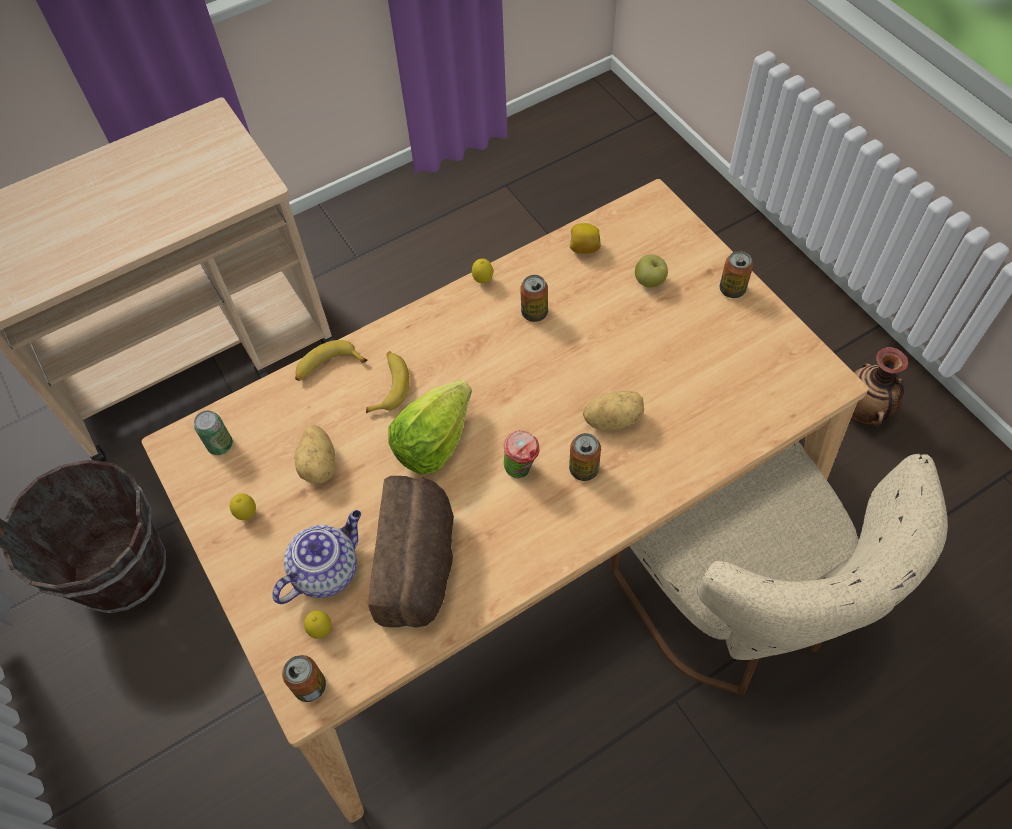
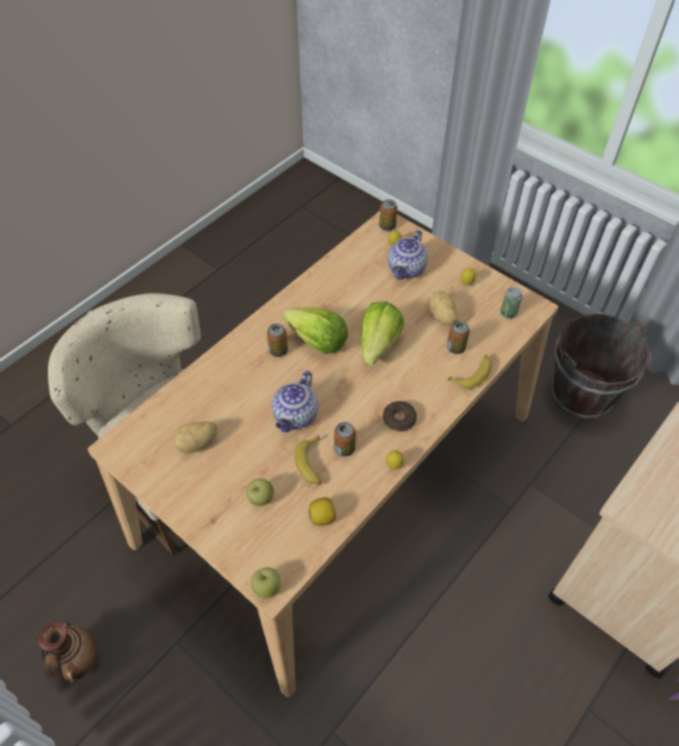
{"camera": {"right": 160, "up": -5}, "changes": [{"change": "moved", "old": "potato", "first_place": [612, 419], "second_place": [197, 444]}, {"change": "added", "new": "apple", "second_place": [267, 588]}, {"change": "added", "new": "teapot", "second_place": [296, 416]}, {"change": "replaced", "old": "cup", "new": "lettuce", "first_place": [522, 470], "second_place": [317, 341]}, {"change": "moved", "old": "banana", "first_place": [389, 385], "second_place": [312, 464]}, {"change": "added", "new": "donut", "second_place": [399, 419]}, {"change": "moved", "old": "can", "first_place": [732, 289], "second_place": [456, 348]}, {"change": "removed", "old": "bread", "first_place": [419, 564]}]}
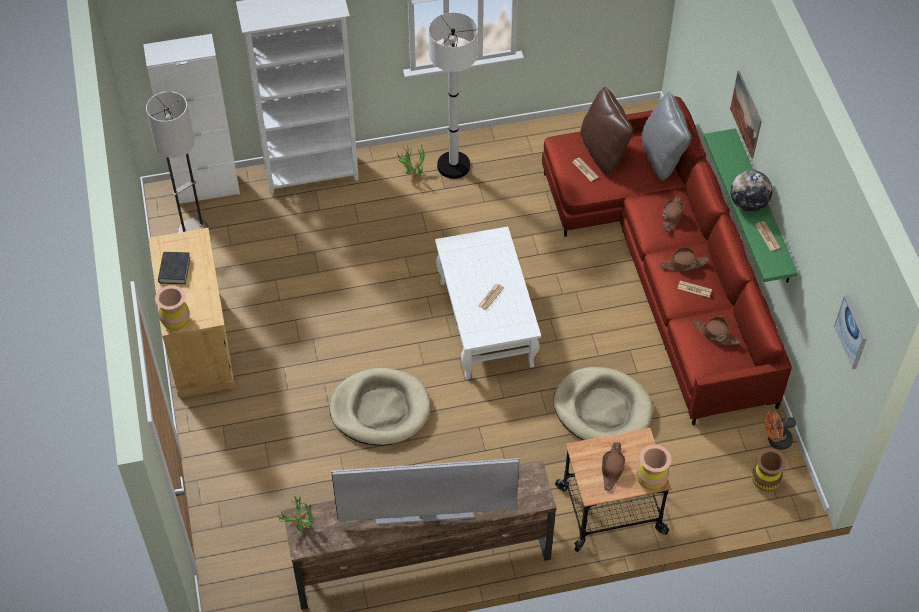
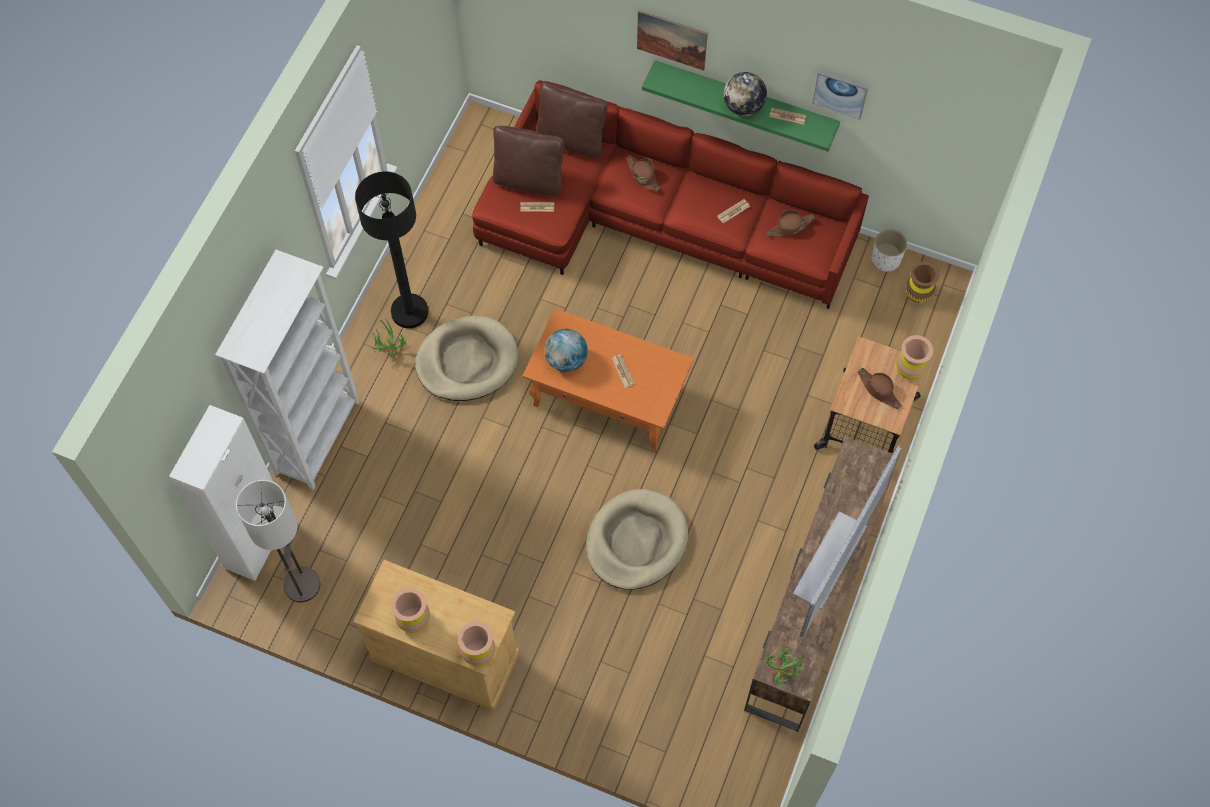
{"camera": {"right": -55, "up": 10}, "changes": [{"change": "recoloured", "old": "white floor lamp", "new": "black floor lamp", "first_place": [453, 166], "second_place": [409, 311]}, {"change": "replaced", "old": "black book", "new": "brown vase", "first_place": [174, 270], "second_place": [414, 619]}, {"change": "moved", "old": "beige dog bed", "first_place": [602, 409], "second_place": [467, 361]}, {"change": "recoloured", "old": "white coffee table", "new": "orange coffee table", "first_place": [486, 324], "second_place": [609, 397]}, {"change": "recoloured", "old": "grey pillow", "new": "brown pillow", "first_place": [662, 157], "second_place": [571, 140]}, {"change": "added", "new": "globe", "second_place": [566, 360]}, {"change": "moved", "old": "picture", "first_place": [851, 332], "second_place": [840, 93]}, {"change": "replaced", "old": "orange fan", "new": "white planter", "first_place": [775, 441], "second_place": [886, 259]}, {"change": "removed", "old": "brown hat", "first_place": [683, 264]}]}
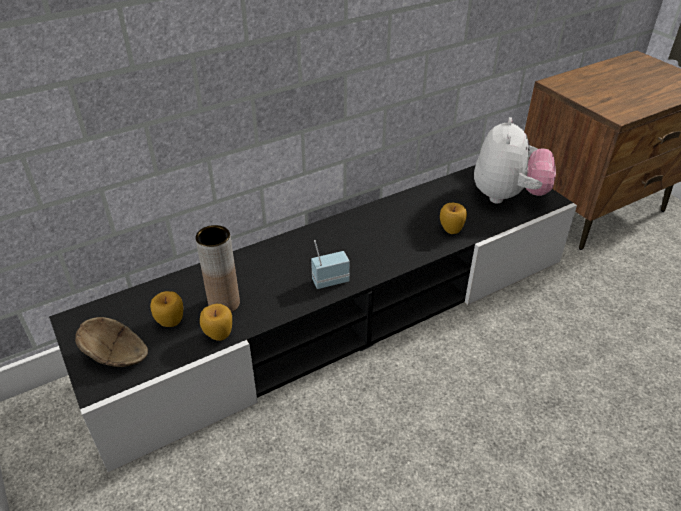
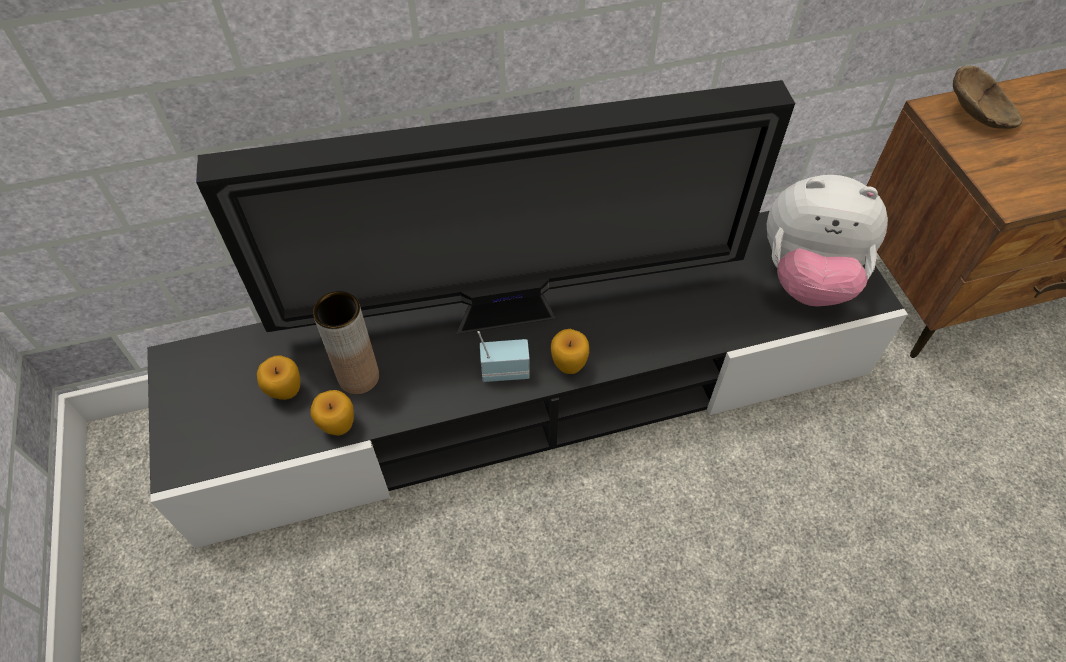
{"camera": {"right": 15, "up": 15}, "changes": [{"change": "added", "new": "television", "second_place": [511, 313]}, {"change": "moved", "old": "apple", "first_place": [451, 230], "second_place": [568, 365]}, {"change": "turned", "old": "plush toy", "first_place": [507, 196], "second_place": [807, 277], "degrees": 75}, {"change": "moved", "old": "brown bowl", "first_place": [117, 356], "second_place": [979, 117]}]}
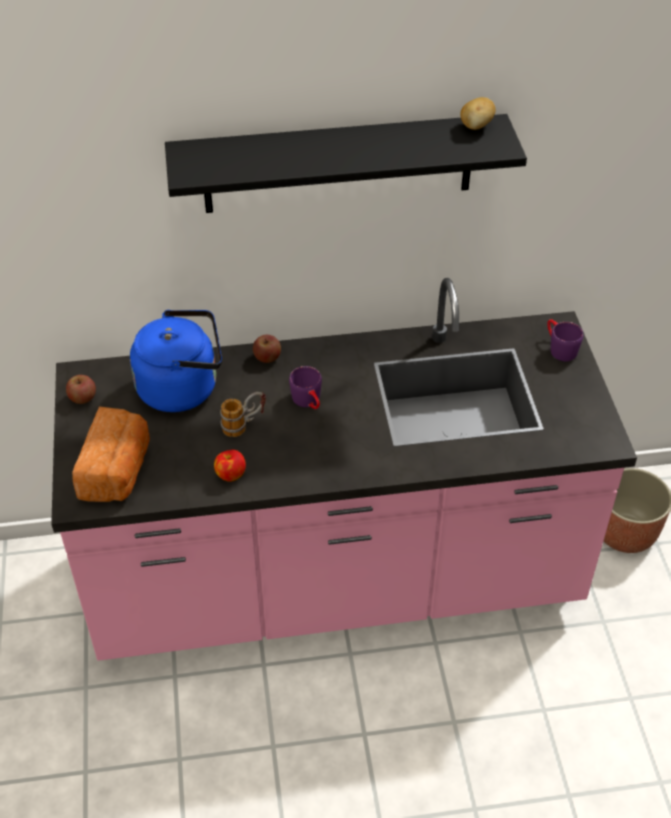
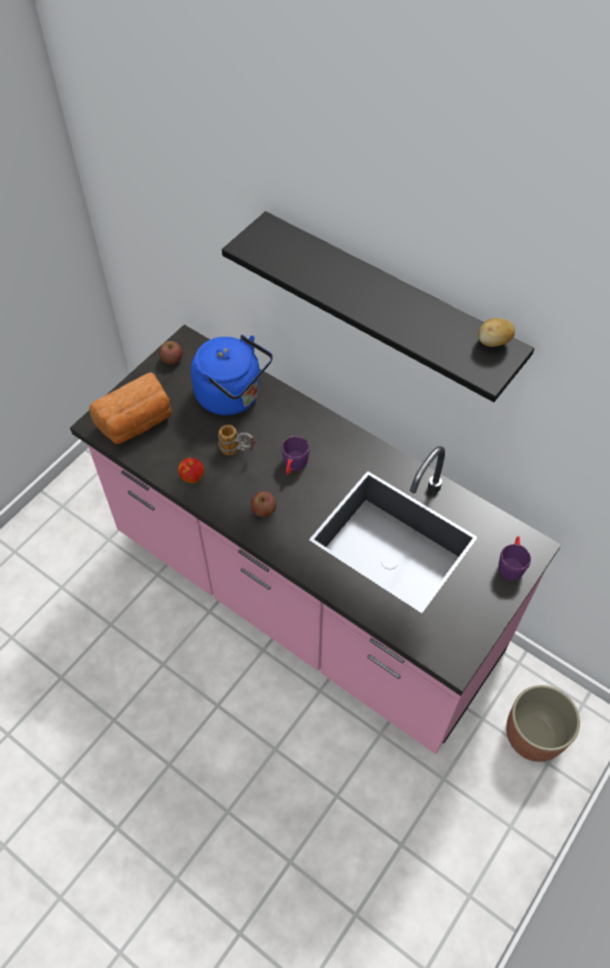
{"camera": {"right": 45, "up": 10}, "changes": [{"change": "moved", "old": "apple", "first_place": [267, 357], "second_place": [264, 510]}]}
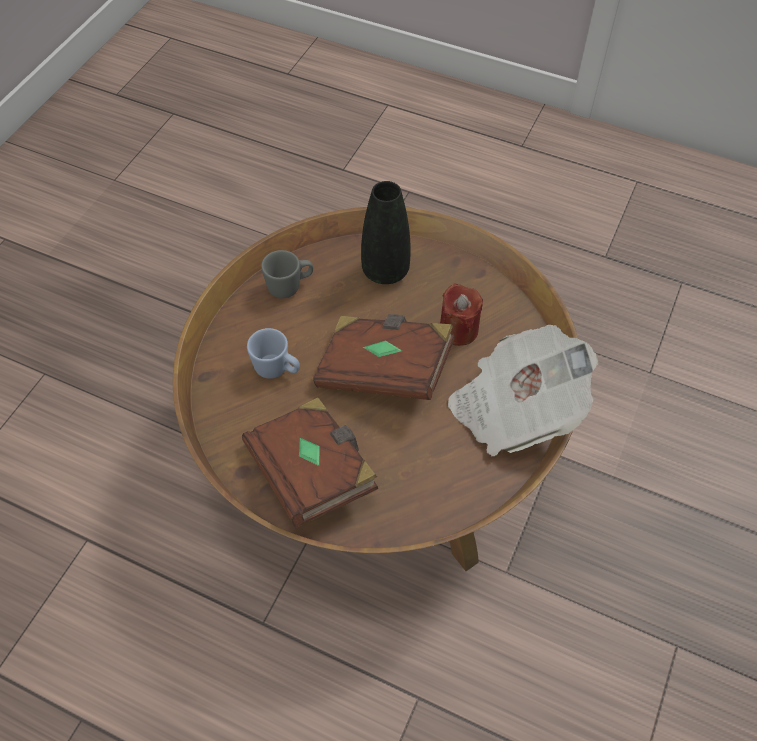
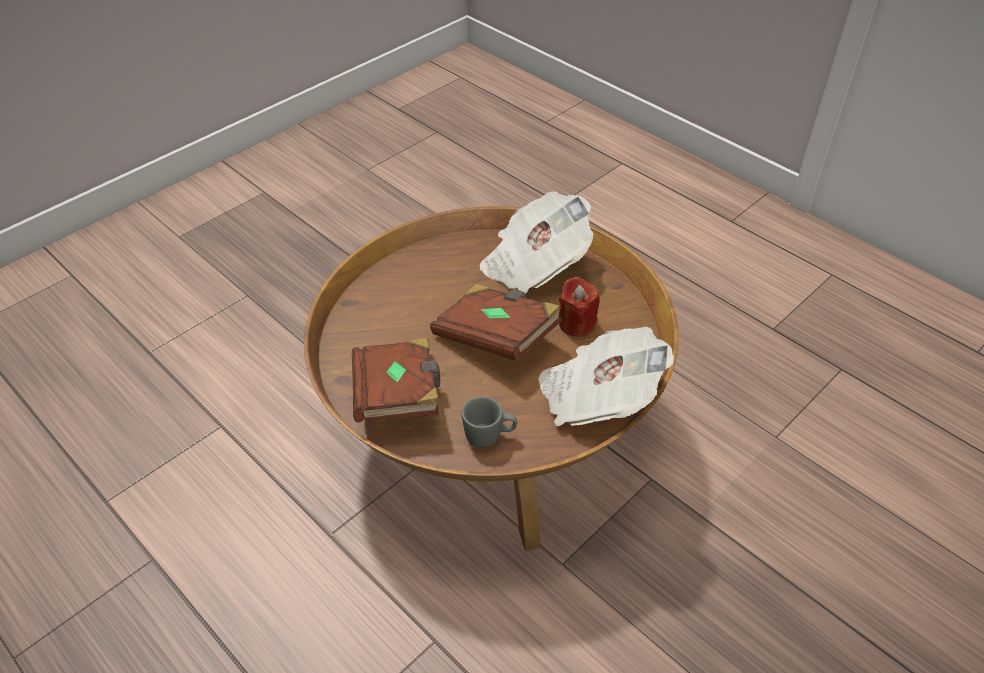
{"camera": {"right": 20, "up": -10}, "changes": [{"change": "moved", "old": "grey mug", "first_place": [290, 286], "second_place": [489, 436]}, {"change": "replaced", "old": "black vase", "new": "newspaper", "first_place": [385, 271], "second_place": [534, 264]}, {"change": "removed", "old": "blue mug", "first_place": [277, 369]}]}
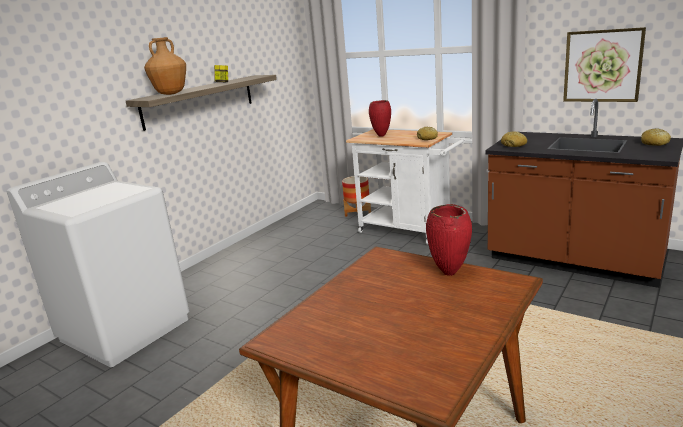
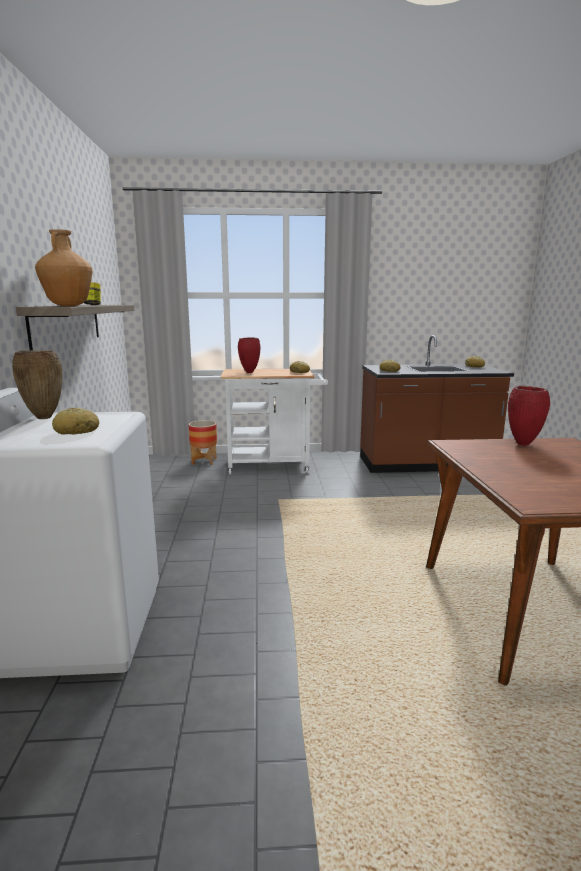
{"camera": {"right": -40, "up": -5}, "changes": [{"change": "added", "new": "brown vase", "second_place": [45, 418]}, {"change": "added", "new": "bread", "second_place": [77, 431]}, {"change": "removed", "old": "picture", "first_place": [602, 66]}]}
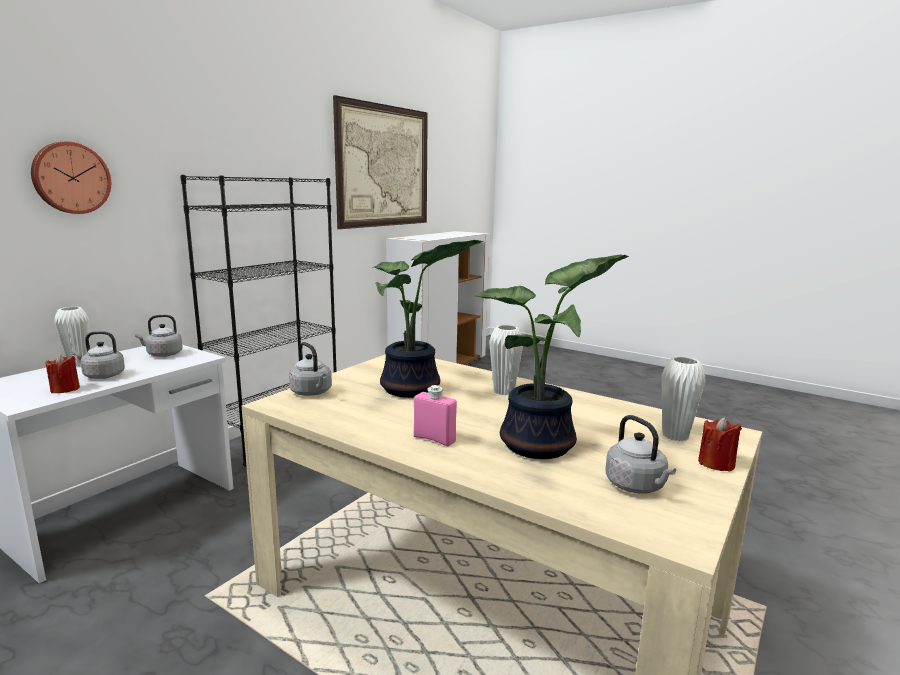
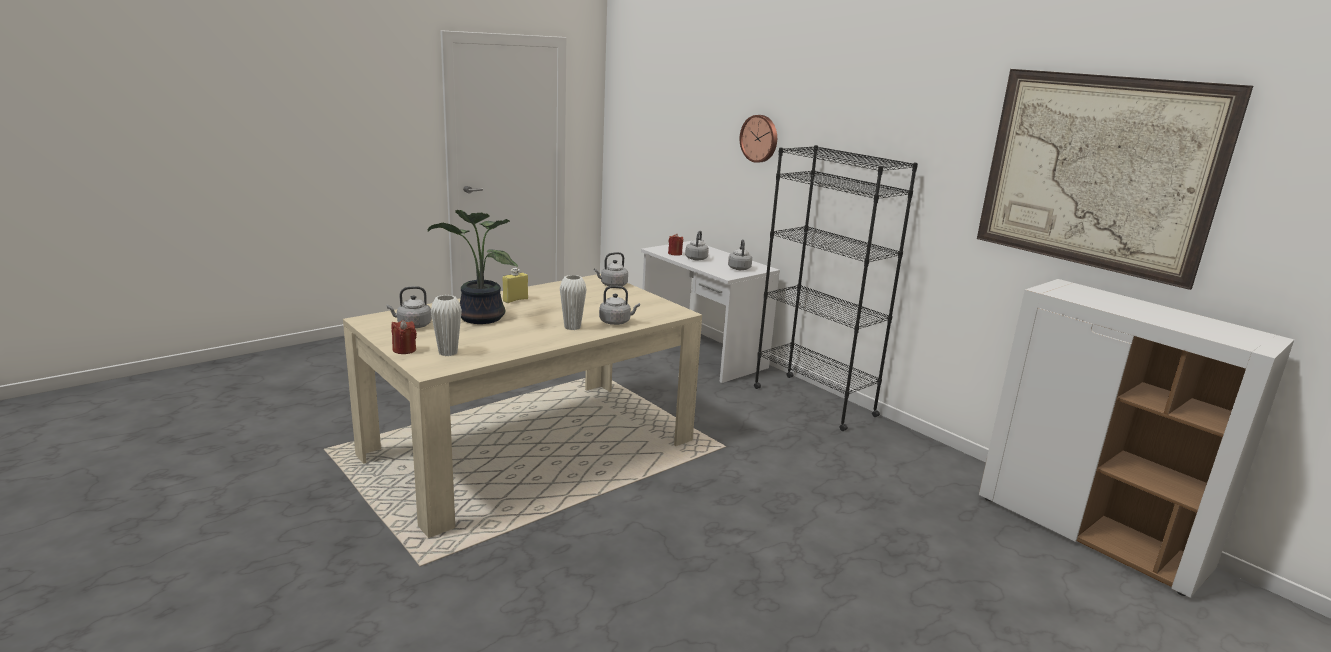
{"camera": {"right": 105, "up": 5}, "changes": [{"change": "recoloured", "old": "pink bottle", "new": "yellow bottle", "first_place": [434, 439], "second_place": [515, 300]}, {"change": "added", "new": "grey kettle", "second_place": [616, 322]}, {"change": "removed", "old": "white vase", "first_place": [78, 364]}, {"change": "removed", "old": "potted plant", "first_place": [412, 390]}]}
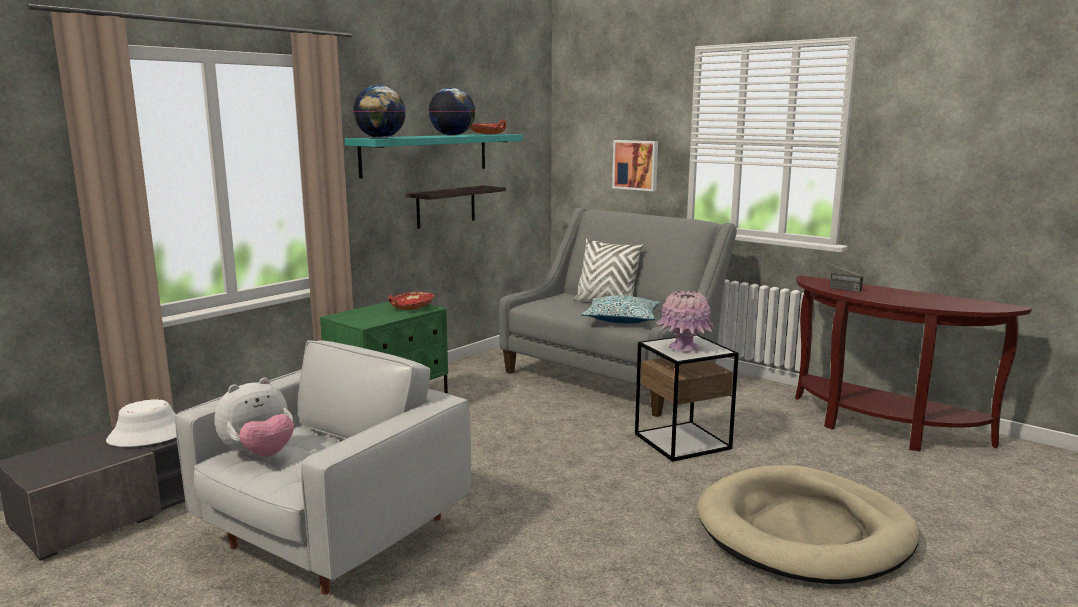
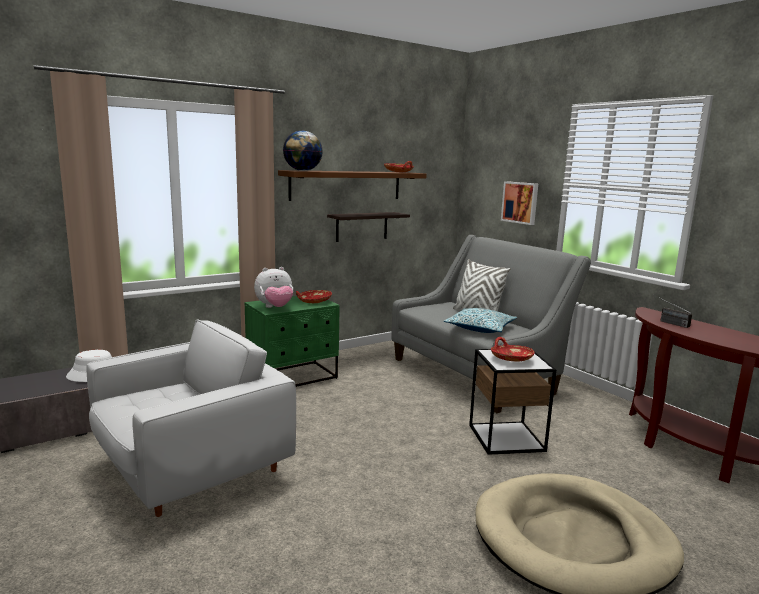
{"camera": {"right": 15, "up": 0}, "changes": [{"change": "moved", "old": "plush toy", "first_place": [259, 455], "second_place": [275, 308]}, {"change": "recoloured", "old": "turquoise shelf", "new": "brown shelf", "first_place": [426, 154], "second_place": [346, 185]}, {"change": "replaced", "old": "pink vase", "new": "red bowl", "first_place": [684, 347], "second_place": [510, 359]}, {"change": "removed", "old": "globe", "first_place": [452, 135]}]}
